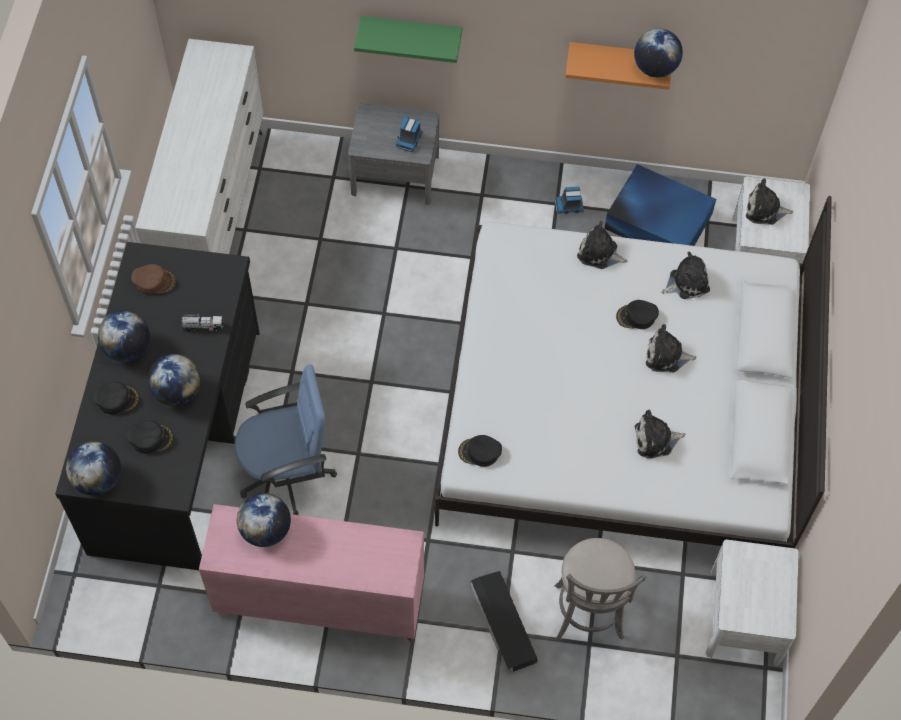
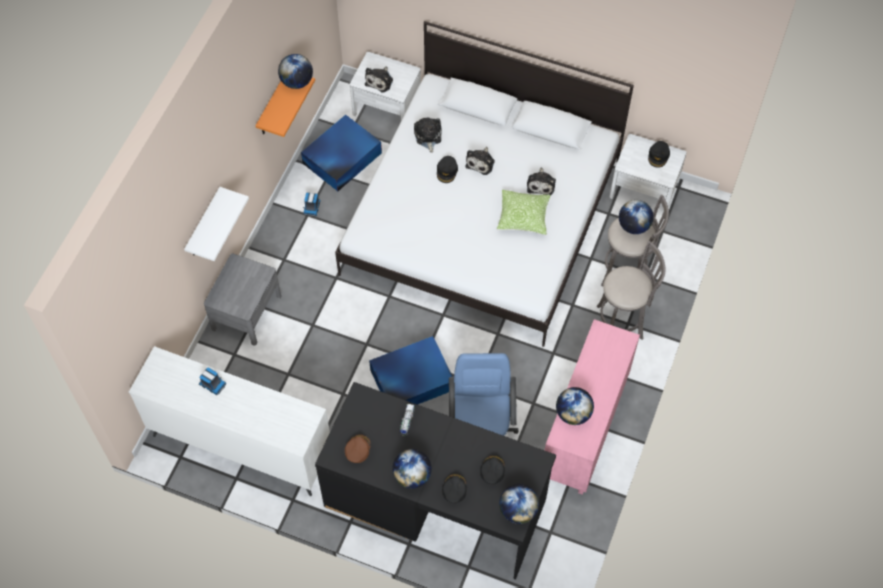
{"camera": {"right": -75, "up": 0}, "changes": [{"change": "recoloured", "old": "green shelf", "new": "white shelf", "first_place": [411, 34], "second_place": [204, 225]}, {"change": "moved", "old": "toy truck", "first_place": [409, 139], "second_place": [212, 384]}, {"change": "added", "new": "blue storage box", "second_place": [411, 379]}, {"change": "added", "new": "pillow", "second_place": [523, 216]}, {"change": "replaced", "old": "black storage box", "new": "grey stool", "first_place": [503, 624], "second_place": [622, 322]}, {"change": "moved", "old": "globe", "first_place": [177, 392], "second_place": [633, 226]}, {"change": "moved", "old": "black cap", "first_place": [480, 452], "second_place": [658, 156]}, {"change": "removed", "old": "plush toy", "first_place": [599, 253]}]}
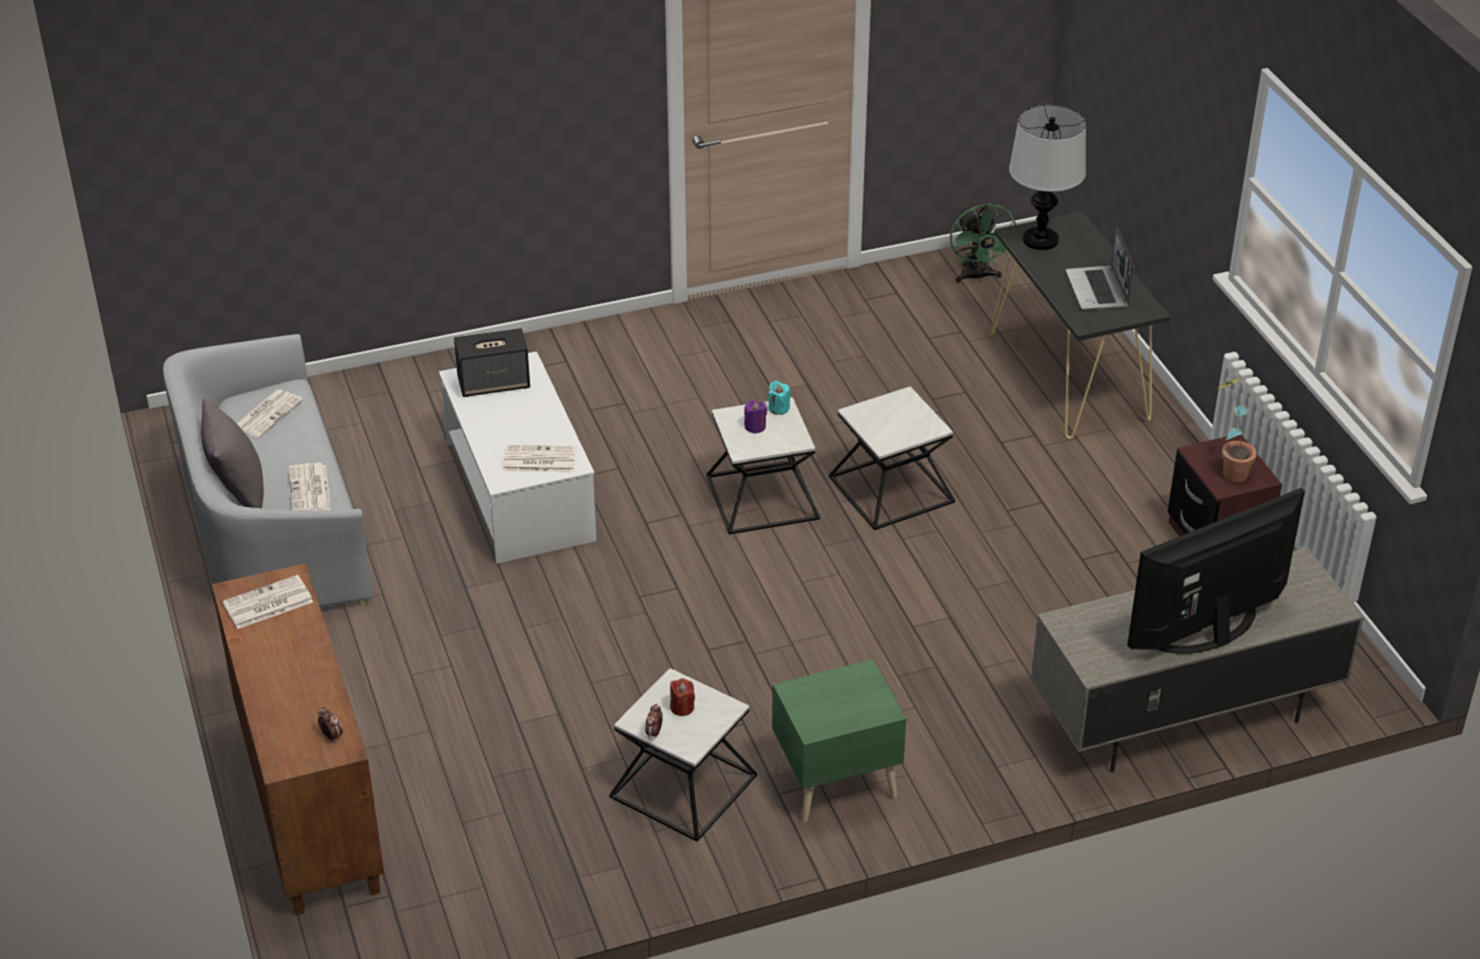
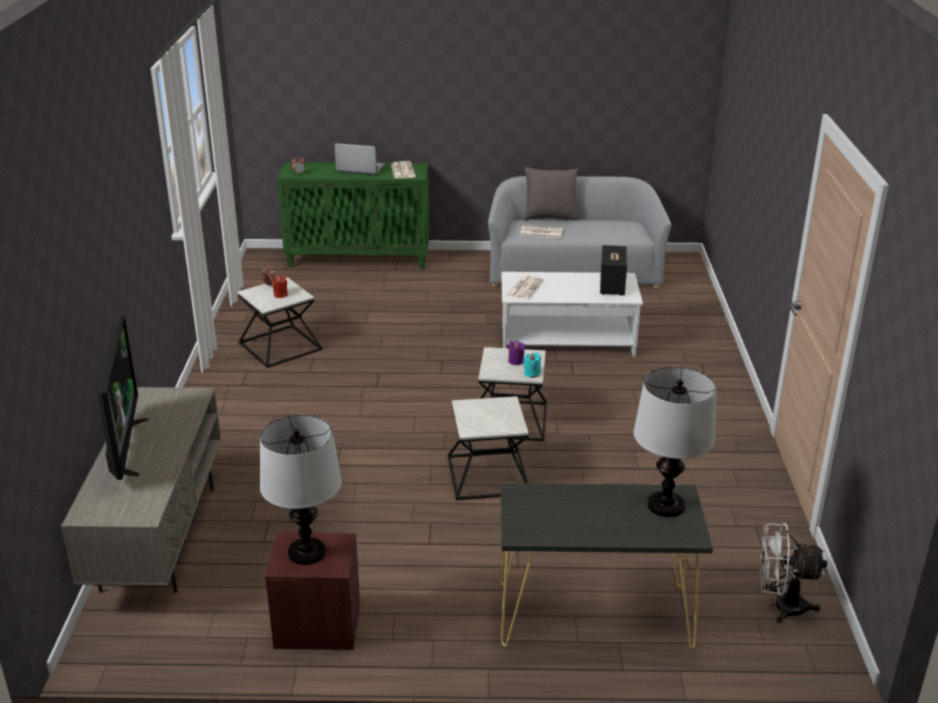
{"camera": {"right": 110, "up": -10}, "changes": [{"change": "replaced", "old": "potted plant", "new": "table lamp", "first_place": [1229, 469], "second_place": [306, 552]}, {"change": "recoloured", "old": "brown cabinet", "new": "green cabinet", "first_place": [307, 803], "second_place": [359, 259]}, {"change": "moved", "old": "laptop", "first_place": [1098, 290], "second_place": [359, 169]}, {"change": "recoloured", "old": "green fan", "new": "white fan", "first_place": [977, 277], "second_place": [780, 606]}, {"change": "removed", "old": "newspaper", "first_place": [268, 413]}, {"change": "removed", "old": "green nightstand", "first_place": [834, 783]}]}
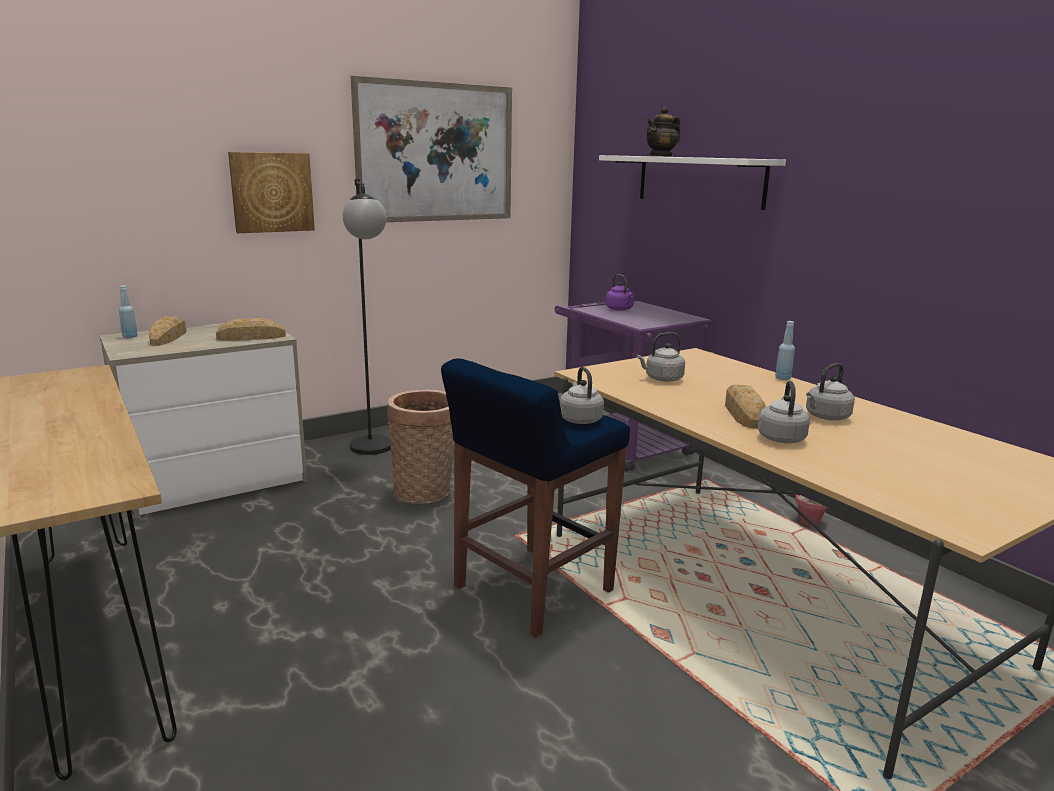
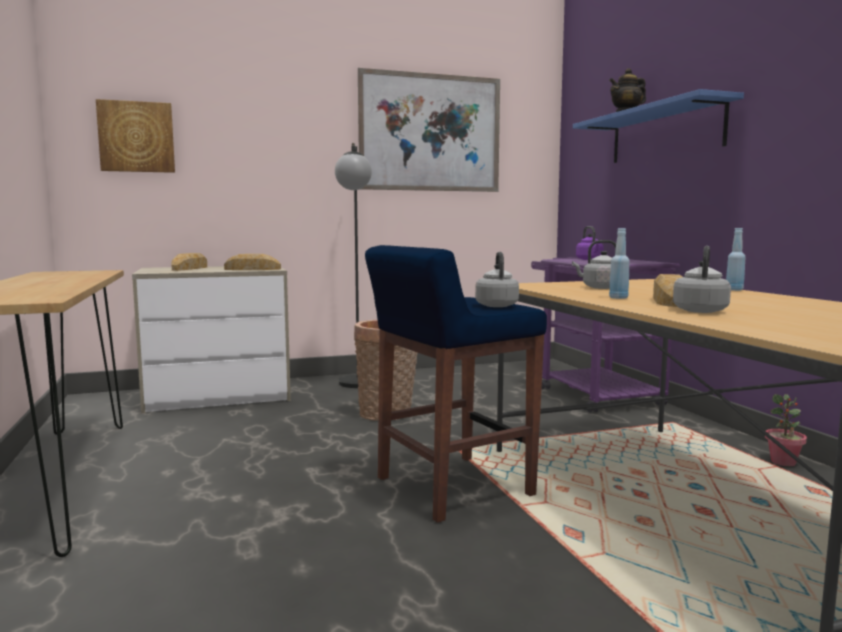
{"camera": {"right": 15, "up": -10}, "changes": [{"change": "moved", "old": "picture", "first_place": [272, 192], "second_place": [136, 137]}, {"change": "recoloured", "old": "white shelf", "new": "blue shelf", "first_place": [699, 180], "second_place": [665, 133]}, {"change": "moved", "old": "blue bottle", "first_place": [130, 336], "second_place": [618, 298]}, {"change": "removed", "old": "grey kettle", "first_place": [826, 417]}]}
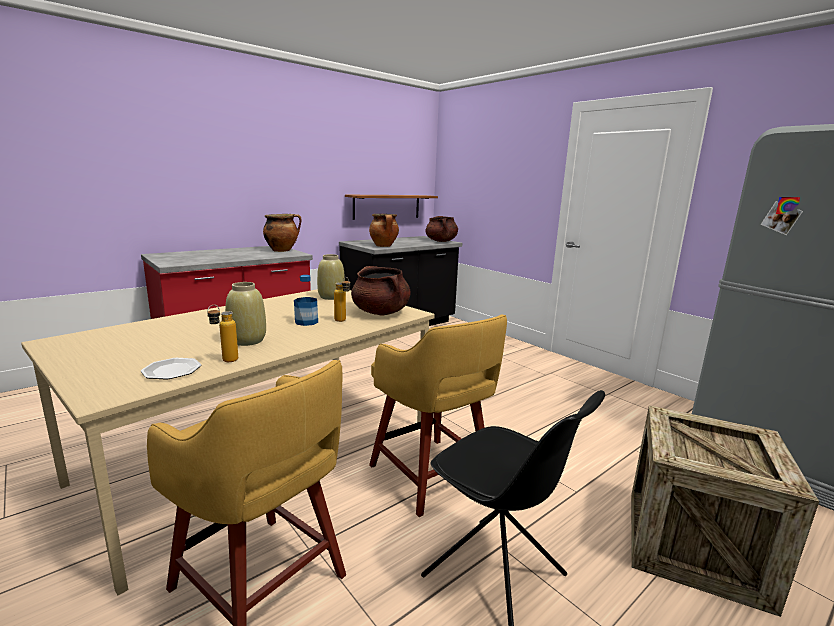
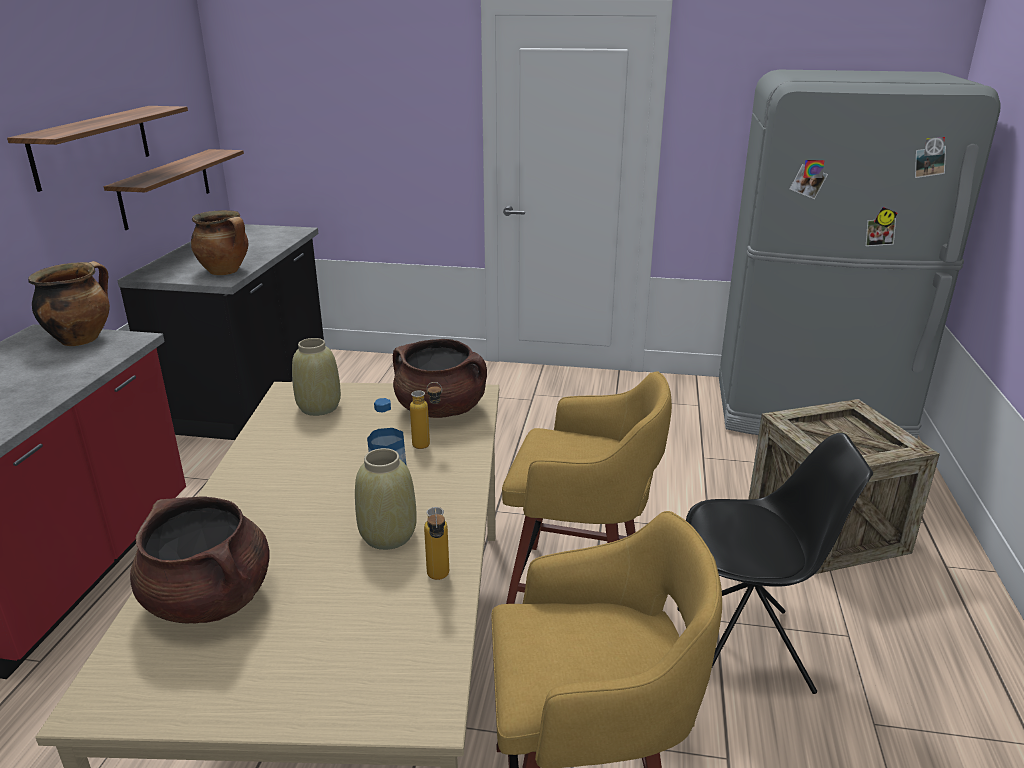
{"camera": {"right": -40, "up": 10}, "changes": [{"change": "added", "new": "shelf", "second_place": [92, 146]}, {"change": "moved", "old": "brown cooking pot", "first_place": [441, 241], "second_place": [210, 599]}, {"change": "removed", "old": "plate", "first_place": [171, 370]}]}
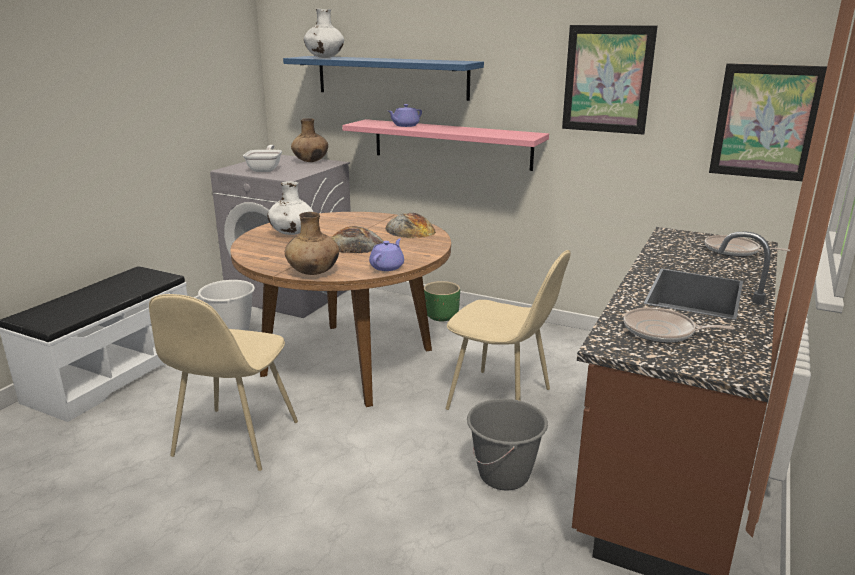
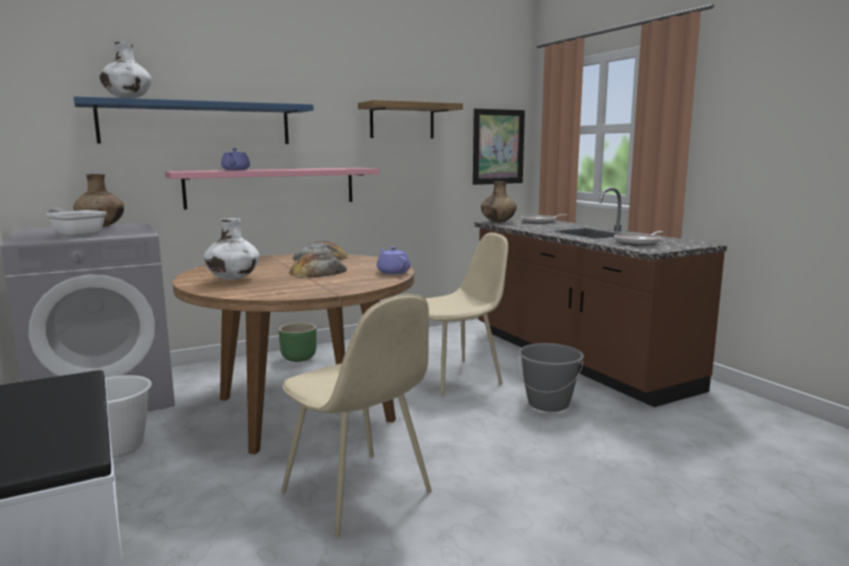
{"camera": {"right": -55, "up": -10}, "changes": [{"change": "replaced", "old": "picture", "new": "shelf", "first_place": [607, 79], "second_place": [402, 121]}, {"change": "moved", "old": "brown vase", "first_place": [313, 272], "second_place": [498, 222]}]}
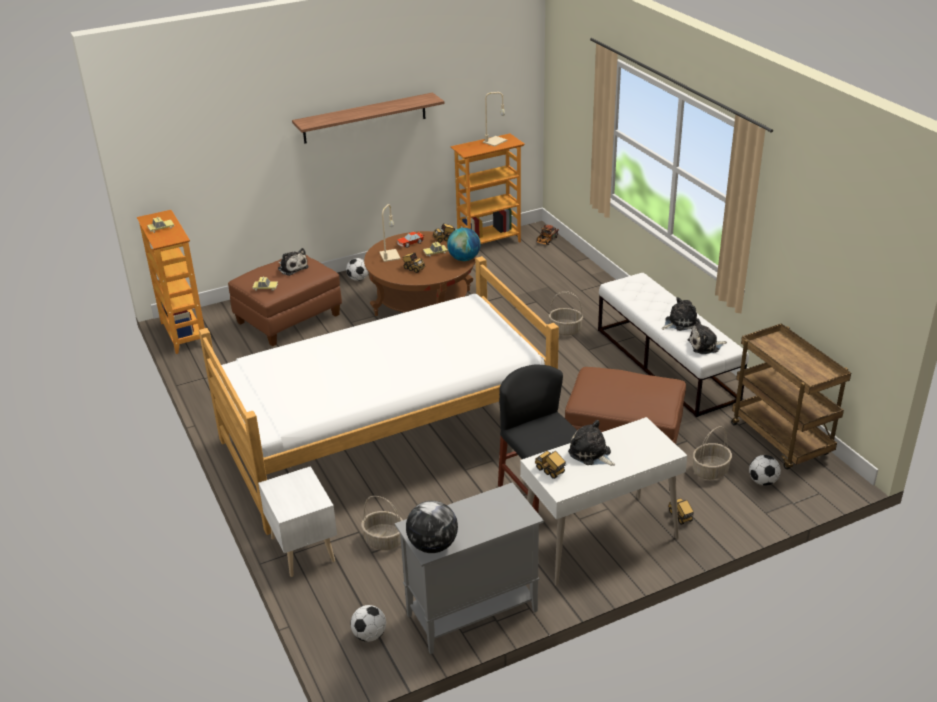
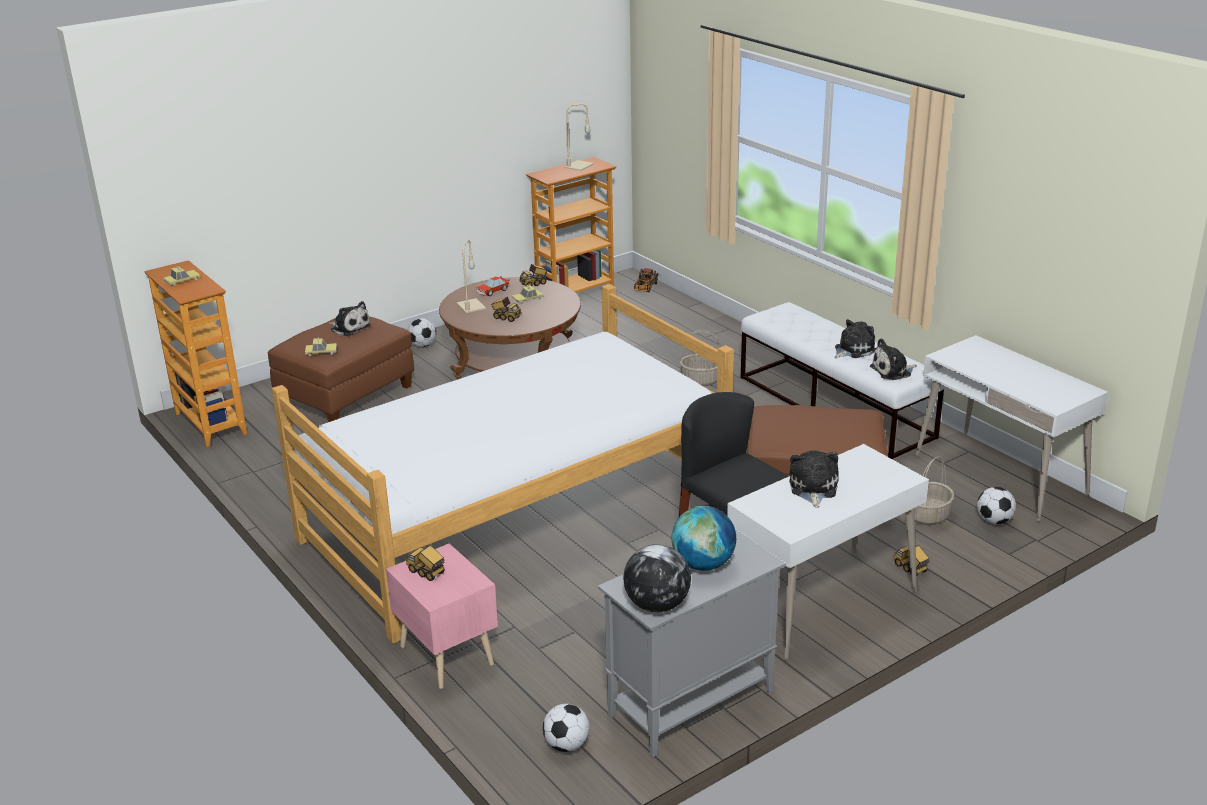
{"camera": {"right": -10, "up": -5}, "changes": [{"change": "recoloured", "old": "white nightstand", "new": "pink nightstand", "first_place": [304, 548], "second_place": [447, 654]}, {"change": "moved", "old": "toy truck", "first_place": [551, 471], "second_place": [427, 573]}, {"change": "moved", "old": "globe", "first_place": [464, 259], "second_place": [703, 564]}, {"change": "turned", "old": "plush toy", "first_place": [591, 454], "second_place": [813, 488], "degrees": 60}, {"change": "replaced", "old": "brown cart", "new": "white desk", "first_place": [782, 440], "second_place": [1000, 475]}, {"change": "removed", "old": "shelf", "first_place": [365, 118]}, {"change": "removed", "old": "basket", "first_place": [383, 540]}]}
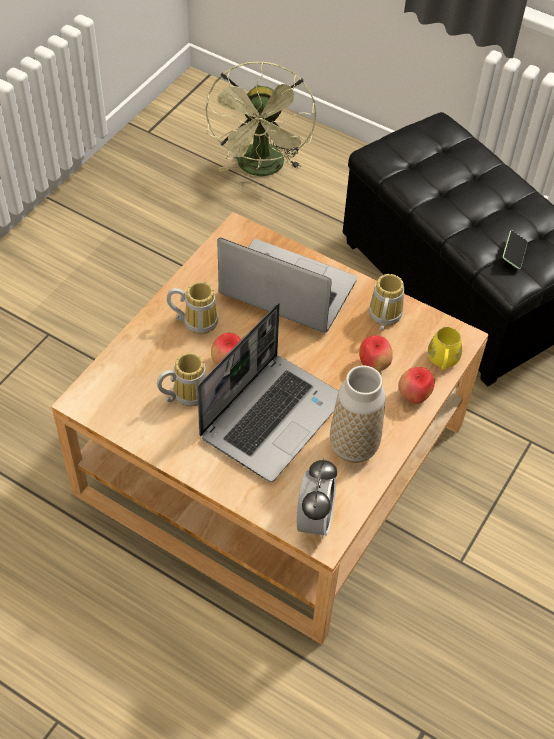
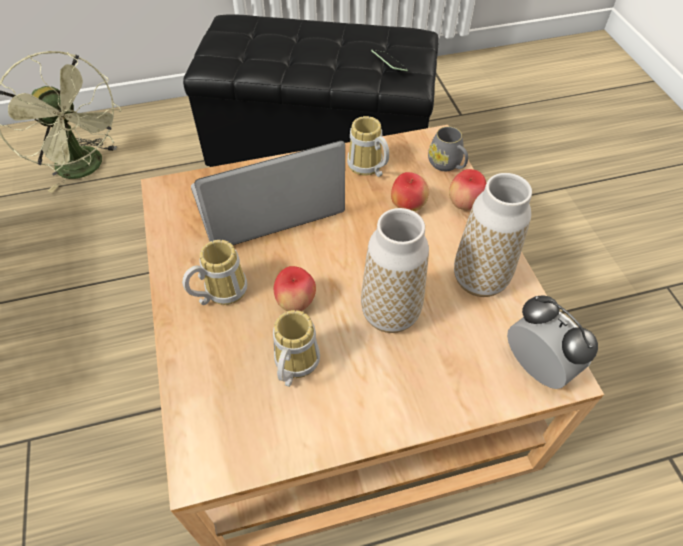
{"camera": {"right": -45, "up": 0}, "changes": [{"change": "replaced", "old": "laptop", "new": "vase", "first_place": [272, 416], "second_place": [390, 314]}, {"change": "recoloured", "old": "yellow mug", "new": "grey mug", "first_place": [442, 361], "second_place": [447, 165]}]}
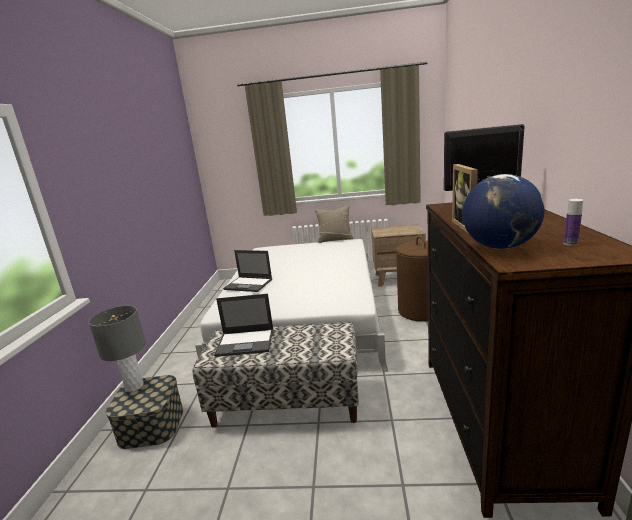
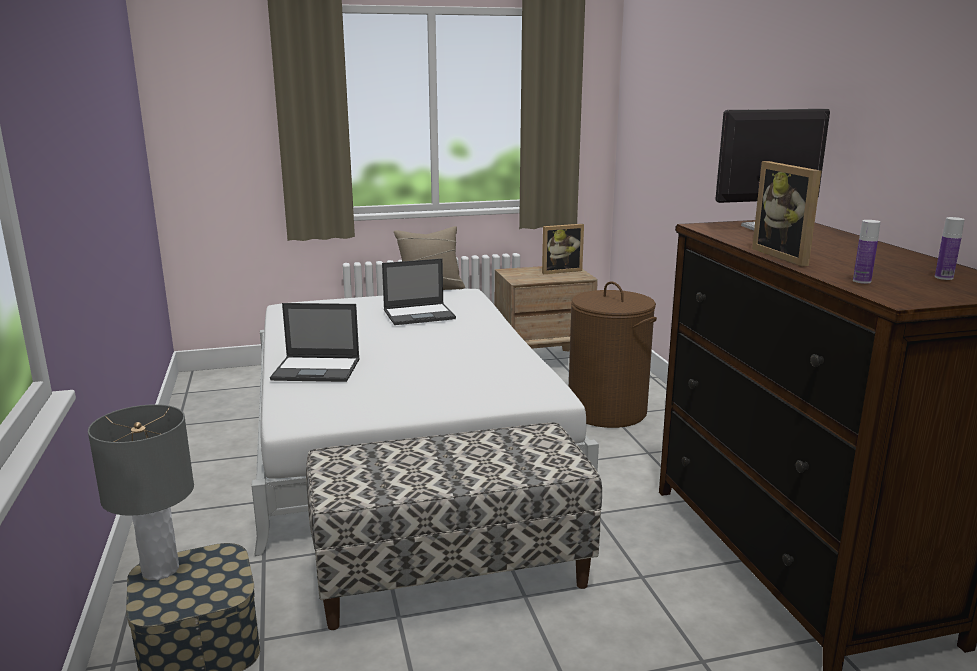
{"camera": {"right": -20, "up": 0}, "changes": [{"change": "moved", "old": "laptop", "first_place": [246, 342], "second_place": [420, 314]}, {"change": "added", "new": "picture frame", "second_place": [560, 271]}, {"change": "replaced", "old": "globe", "new": "bottle", "first_place": [499, 247], "second_place": [861, 281]}]}
